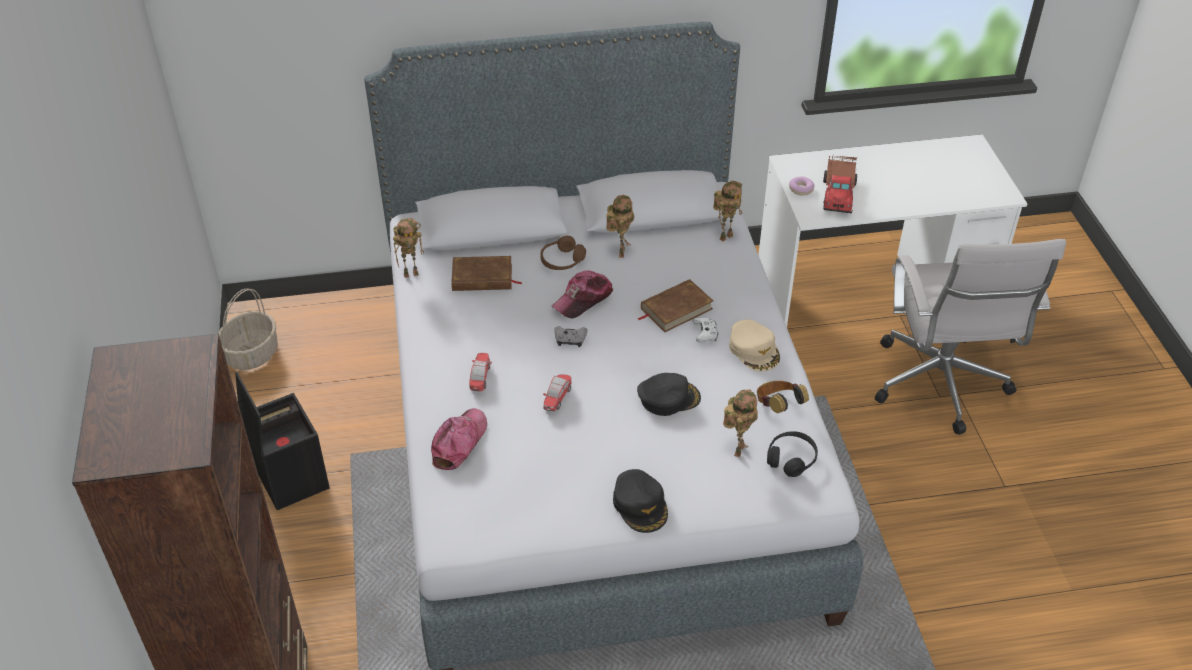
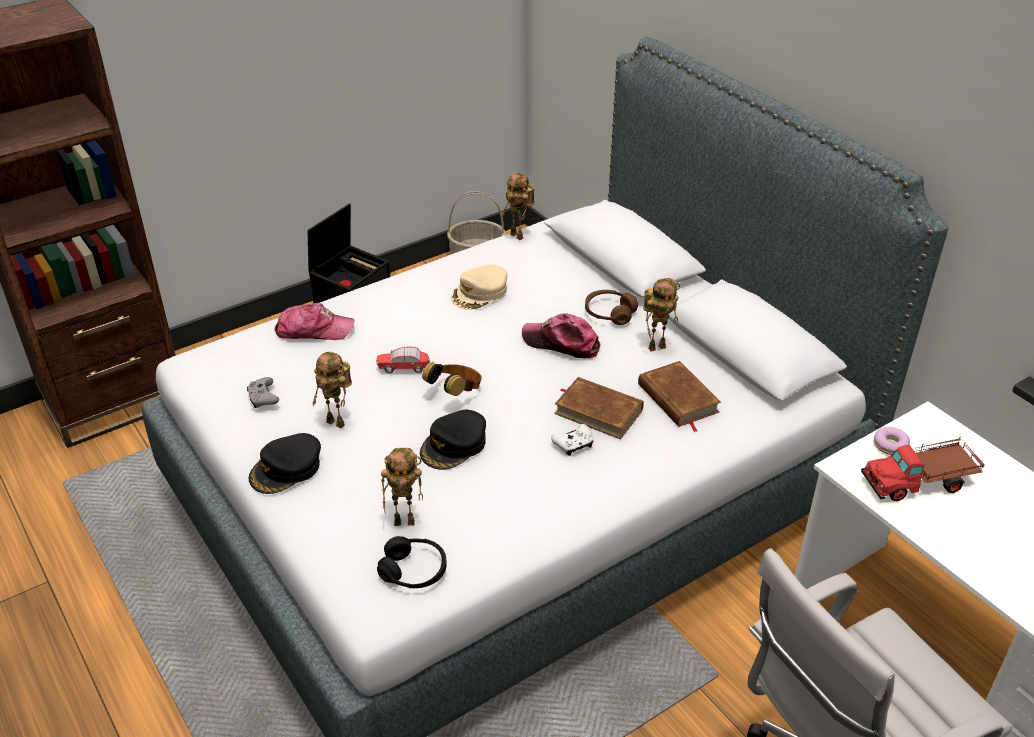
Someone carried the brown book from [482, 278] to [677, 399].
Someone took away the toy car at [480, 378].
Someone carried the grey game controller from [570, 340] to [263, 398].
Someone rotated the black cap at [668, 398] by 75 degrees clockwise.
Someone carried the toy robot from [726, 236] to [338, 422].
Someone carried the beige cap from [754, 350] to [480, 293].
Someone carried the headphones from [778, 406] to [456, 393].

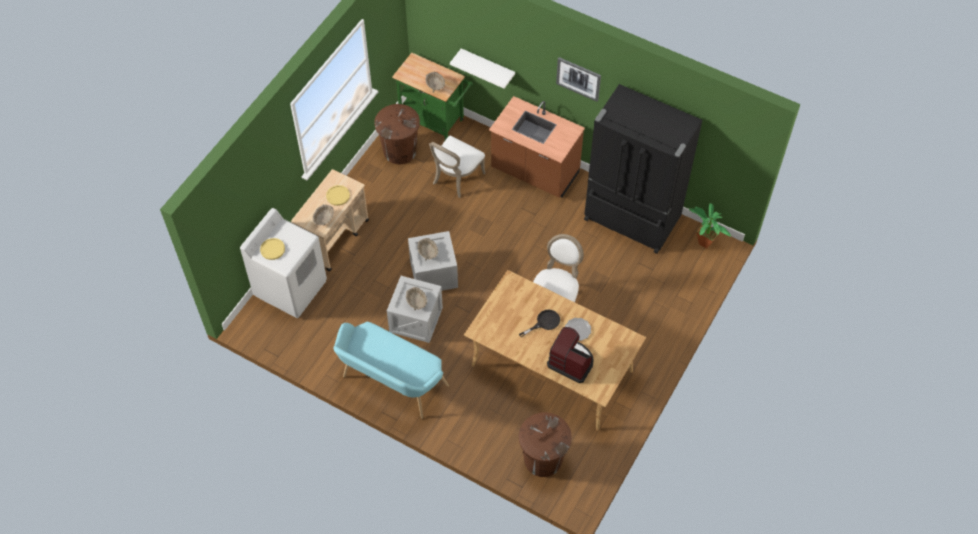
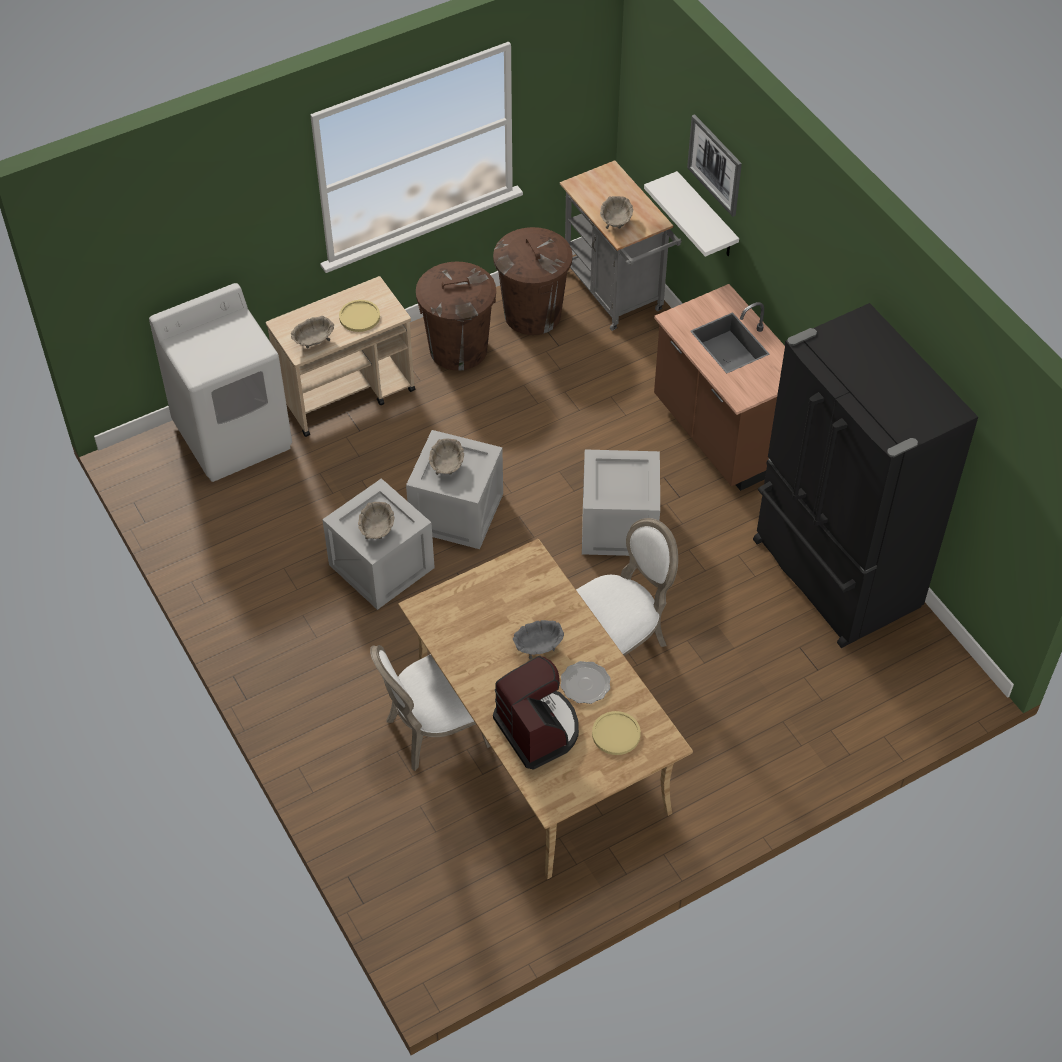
Someone carried the yellow plate from [272, 249] to [616, 734].
Someone took away the turquoise bench at [391, 384].
Someone repainted the green cart at [435, 121], which became the grey cart at [616, 295].
Someone carried the white chair from [456, 178] to [432, 731].
Someone swapped the black frying pan at [544, 322] for the grey bowl at [538, 646].
Someone carried the brown trash can from [542, 459] to [458, 349].
Someone carried the picture from [578, 78] to [715, 165].
Someone took away the potted plant at [703, 241].
Someone put down the crate at [619, 525].

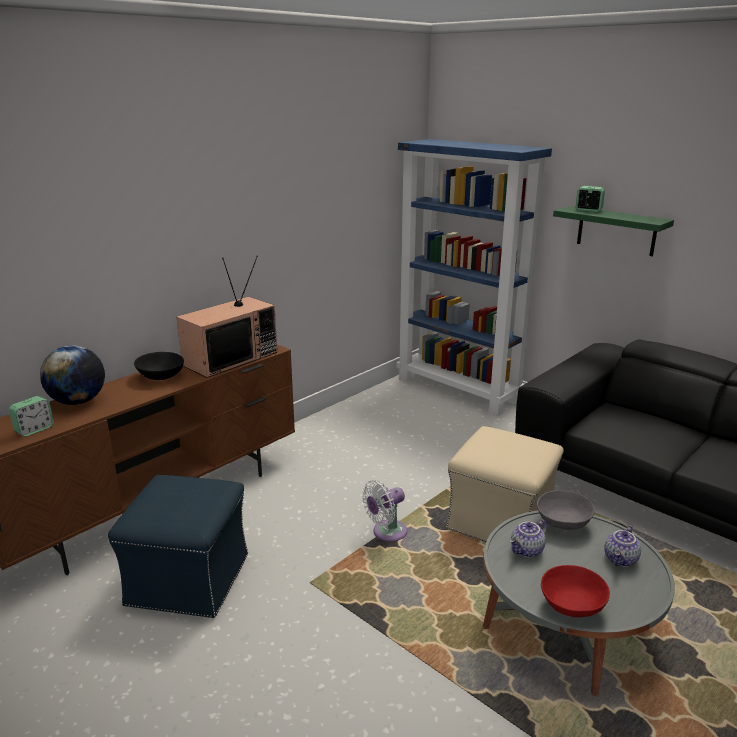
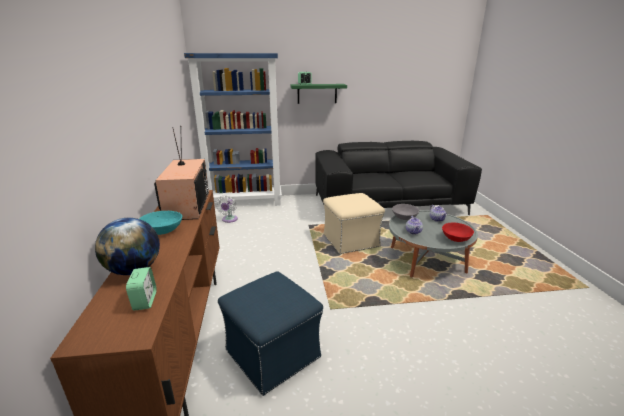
Someone repainted the black bowl at [160, 376], which became the turquoise bowl at [162, 231].
Someone carried the white fan from [386, 533] to [229, 220].

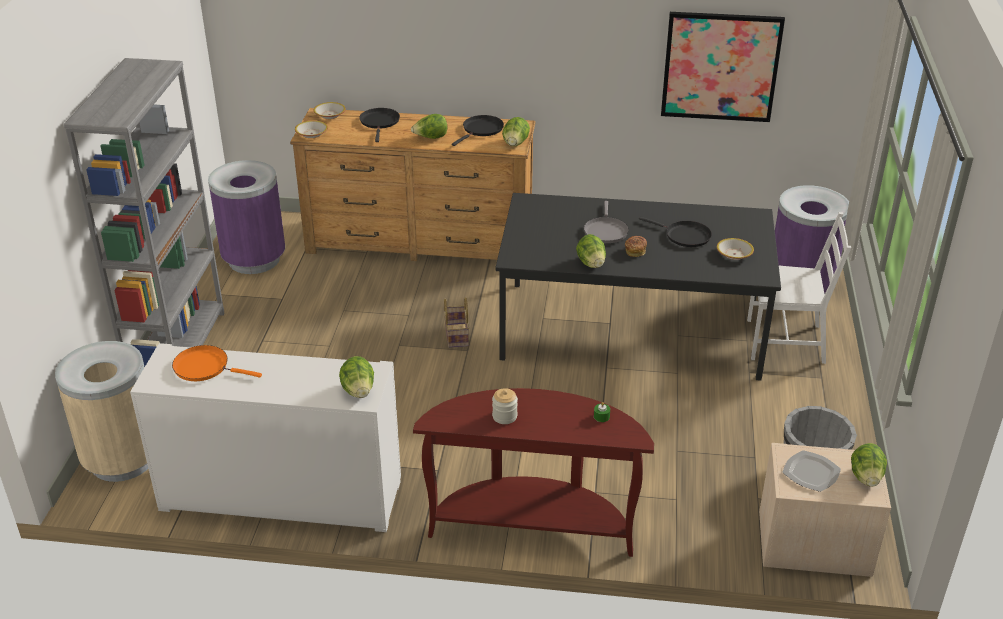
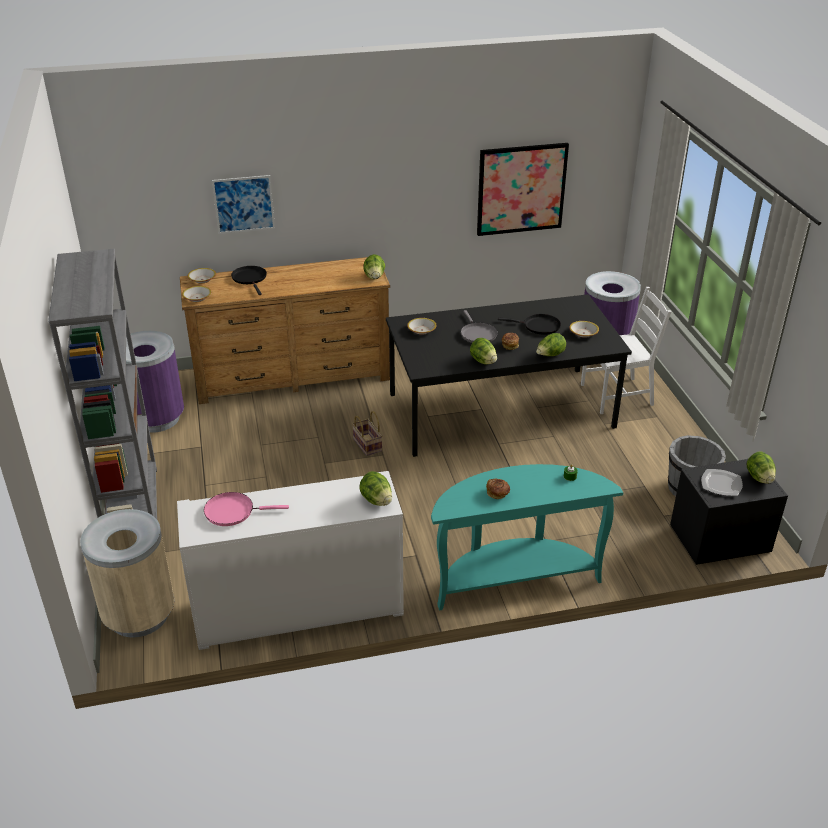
Someone repainted the orange frying pan at [205, 367], which became the pink frying pan at [233, 511].
Someone carried the lettuce from [430, 138] to [550, 355].
Someone repainted the brown console table at [533, 524], which became the turquoise console table at [514, 578].
Someone took away the black frying pan at [481, 130].
Someone swapped the jar at [504, 416] for the bread at [497, 494].
Someone repainted the beige nightstand at [813, 542], which became the black nightstand at [719, 538].
Someone put up the picture at [244, 204].
Someone put down the bowl at [422, 330].

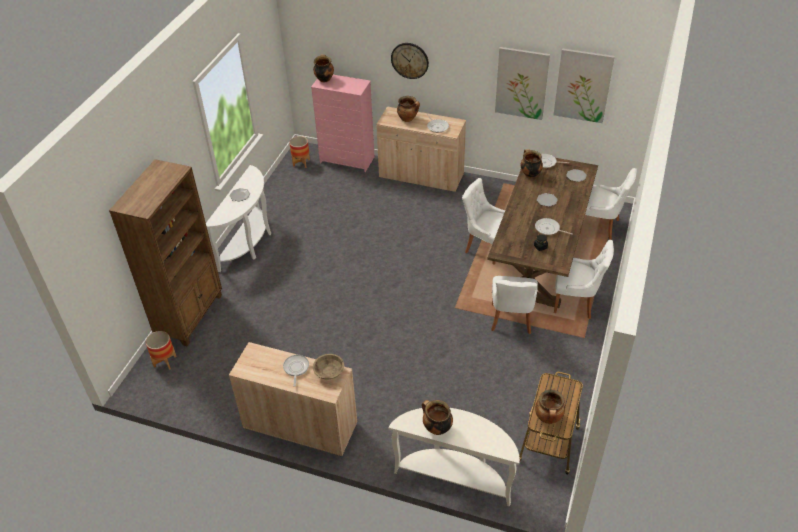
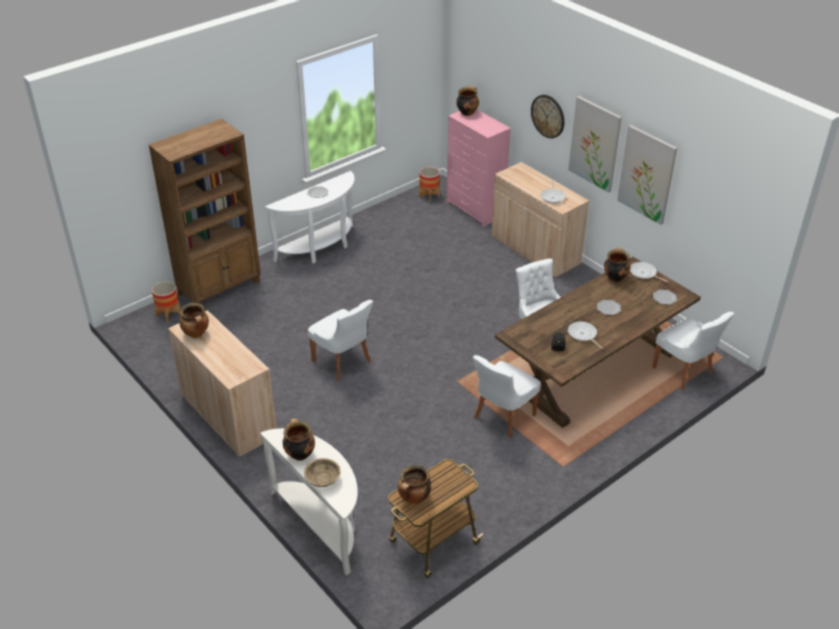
Someone took away the frying pan at [296, 368].
Someone carried the beige bowl from [329, 372] to [323, 479].
Someone carried the cooking pot from [408, 119] to [196, 334].
Someone carried the picture from [583, 85] to [595, 144].
Someone carried the white chair from [576, 302] to [343, 362].

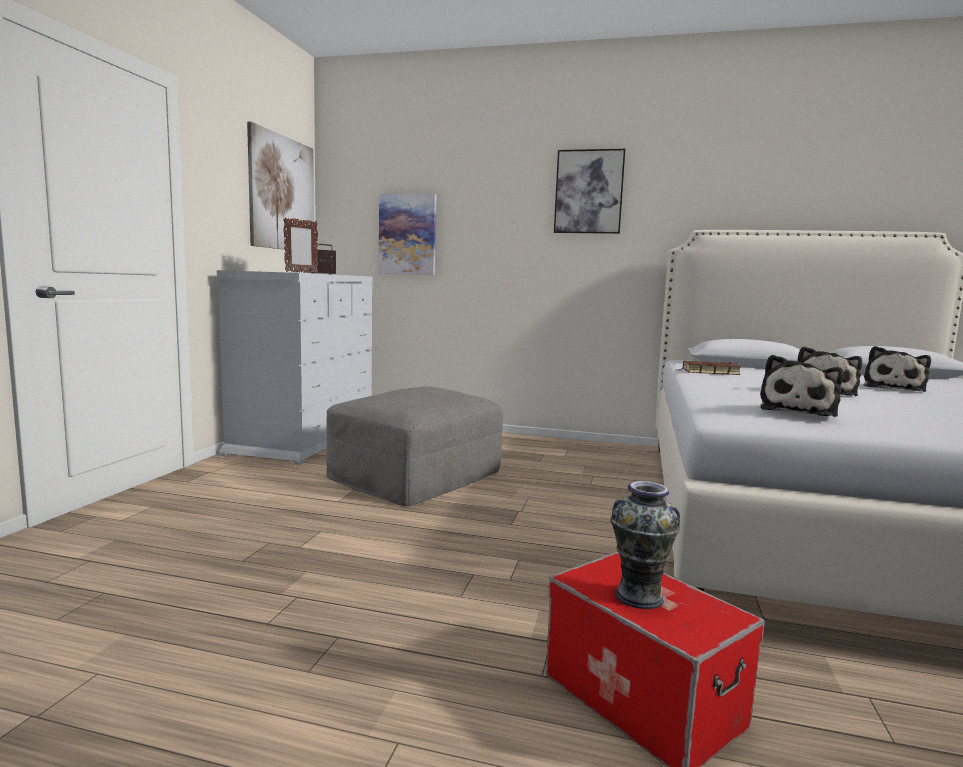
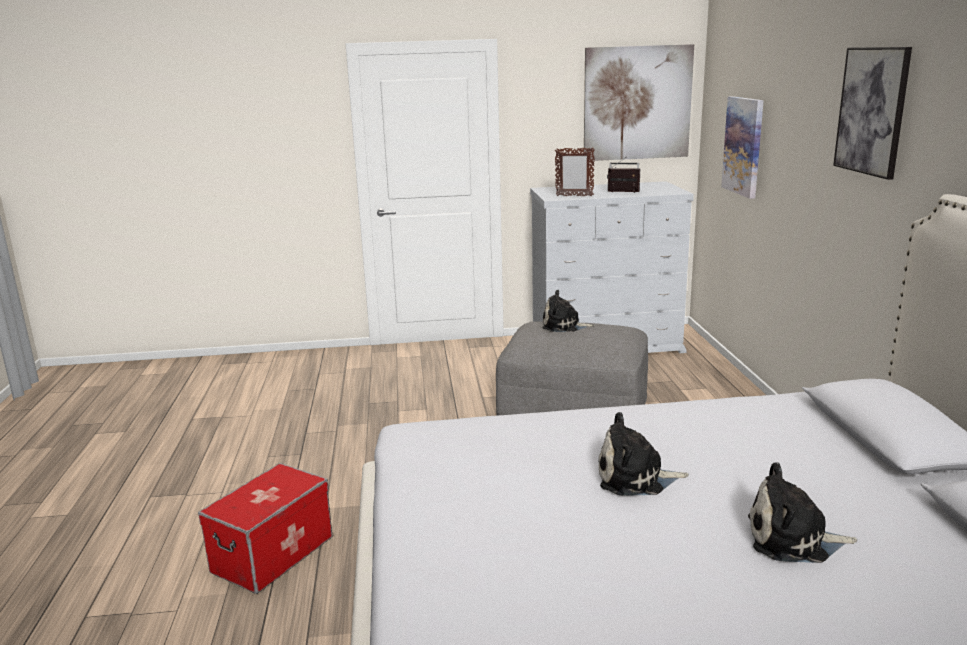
Someone took away the vase at [639, 597].
Someone took away the brown book at [708, 372].
Someone carried the plush toy from [798, 410] to [564, 326].

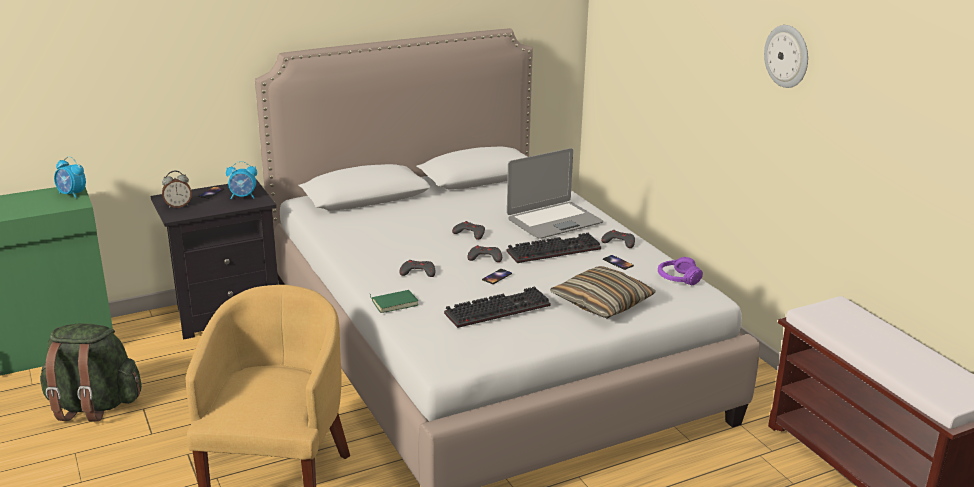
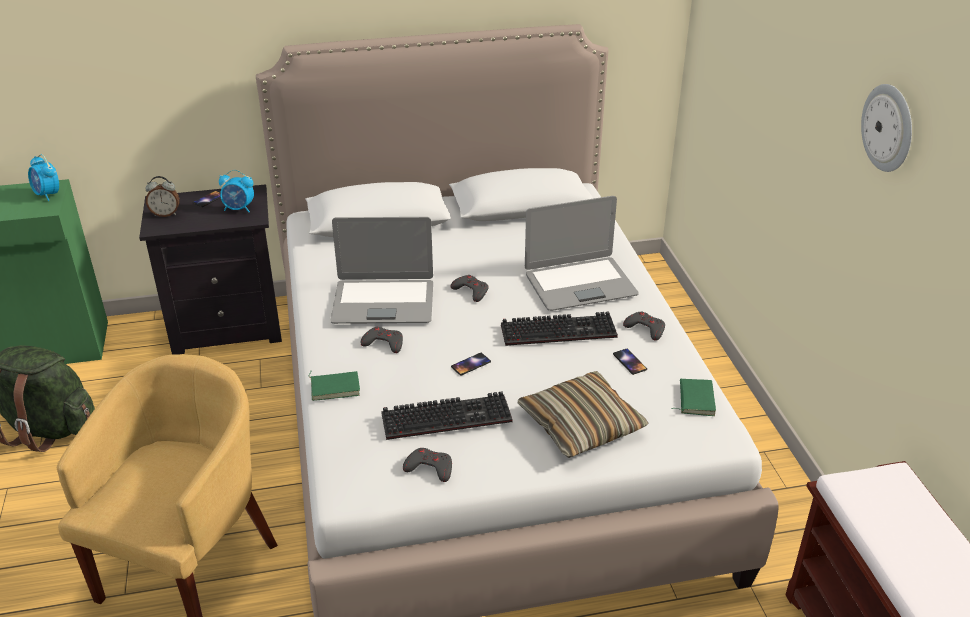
Someone carried the grey game controller from [485, 257] to [429, 468].
Someone swapped the purple headphones at [677, 278] for the green book at [694, 399].
Someone put down the laptop at [383, 302].

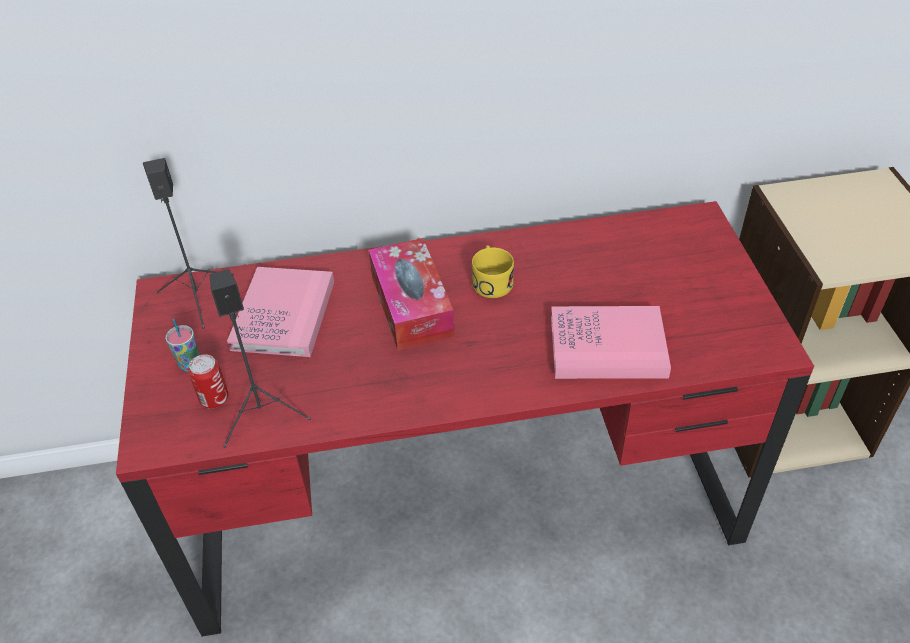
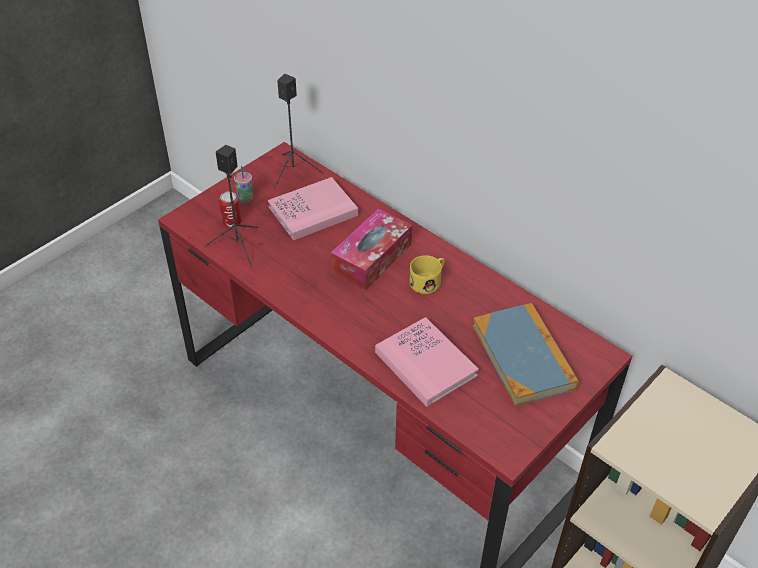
Someone put down the book at [523, 357].

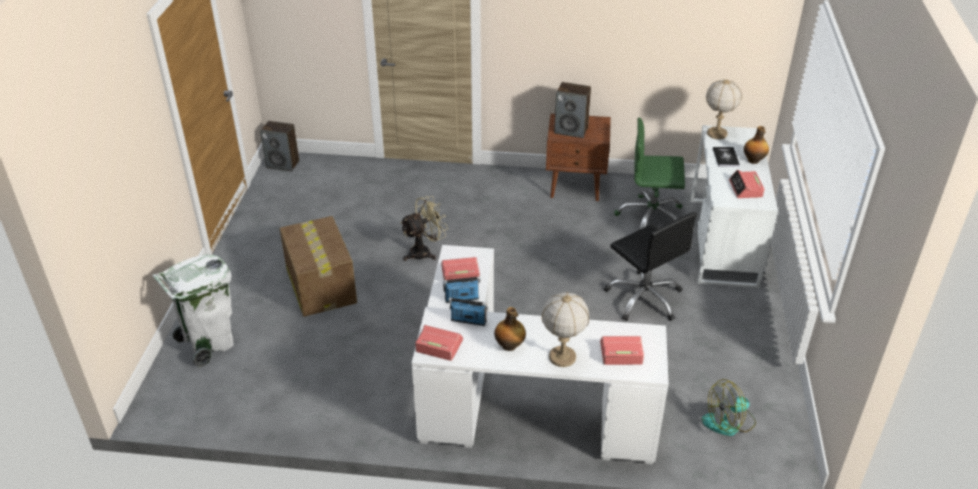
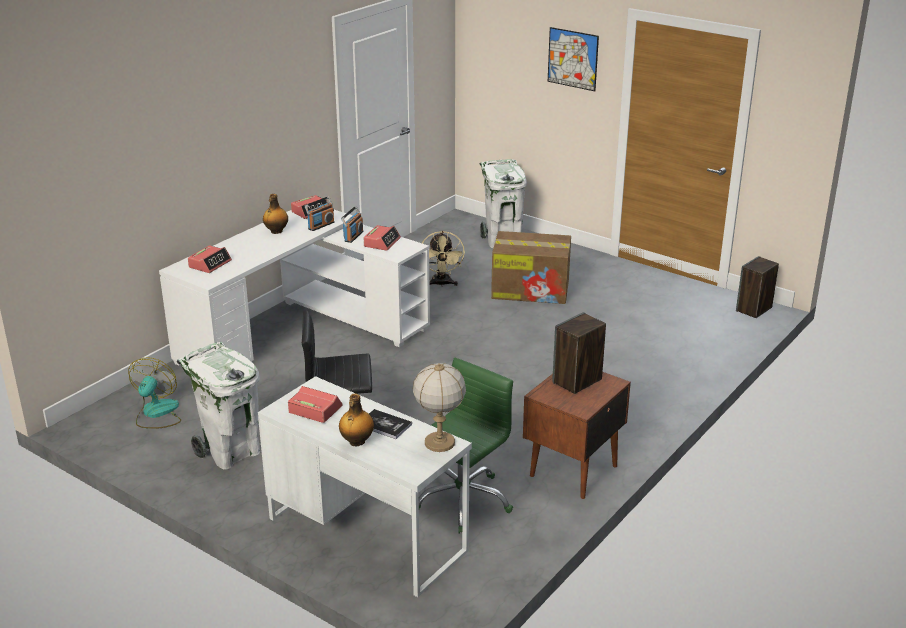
Someone carried the beige fan from [424, 252] to [441, 284].
Someone took away the table lamp at [563, 357].
Someone put down the white trash can at [231, 452].
Someone put up the picture at [572, 59].

